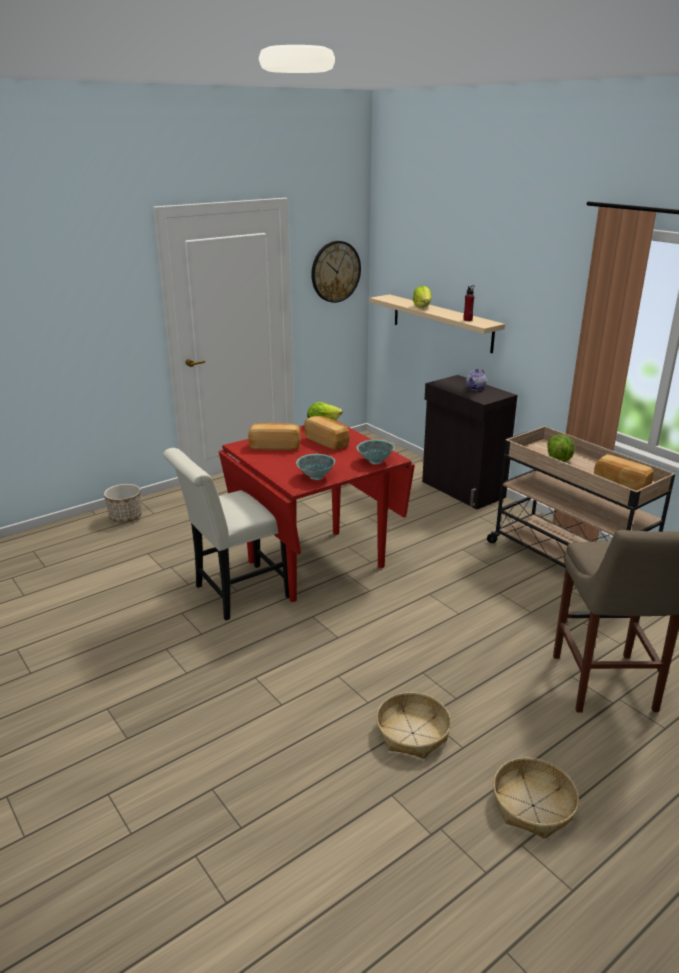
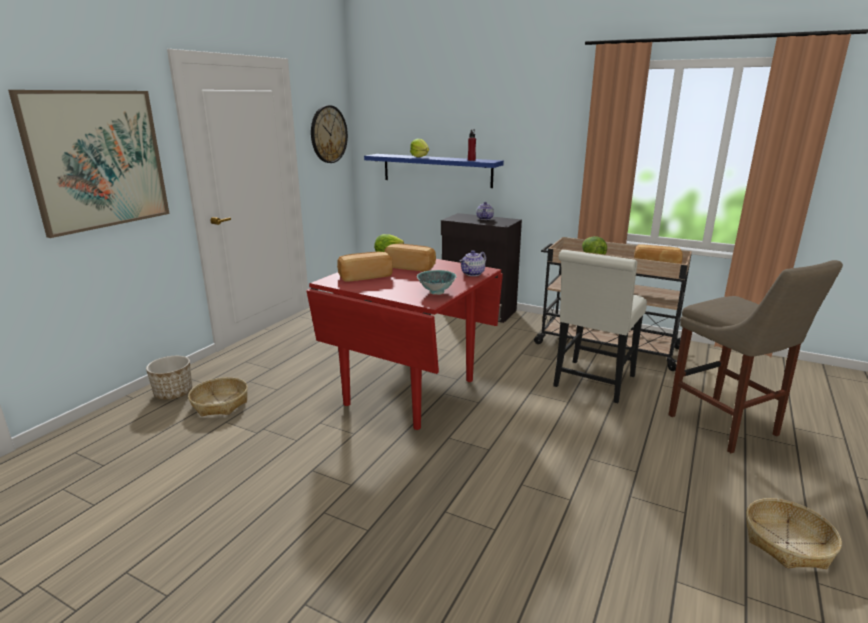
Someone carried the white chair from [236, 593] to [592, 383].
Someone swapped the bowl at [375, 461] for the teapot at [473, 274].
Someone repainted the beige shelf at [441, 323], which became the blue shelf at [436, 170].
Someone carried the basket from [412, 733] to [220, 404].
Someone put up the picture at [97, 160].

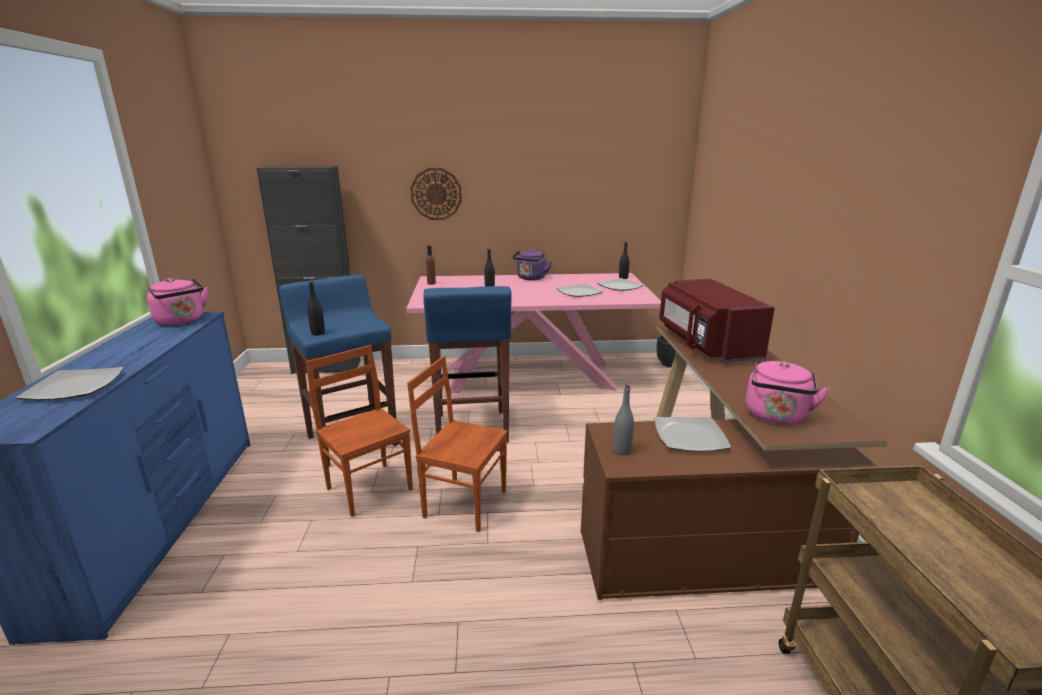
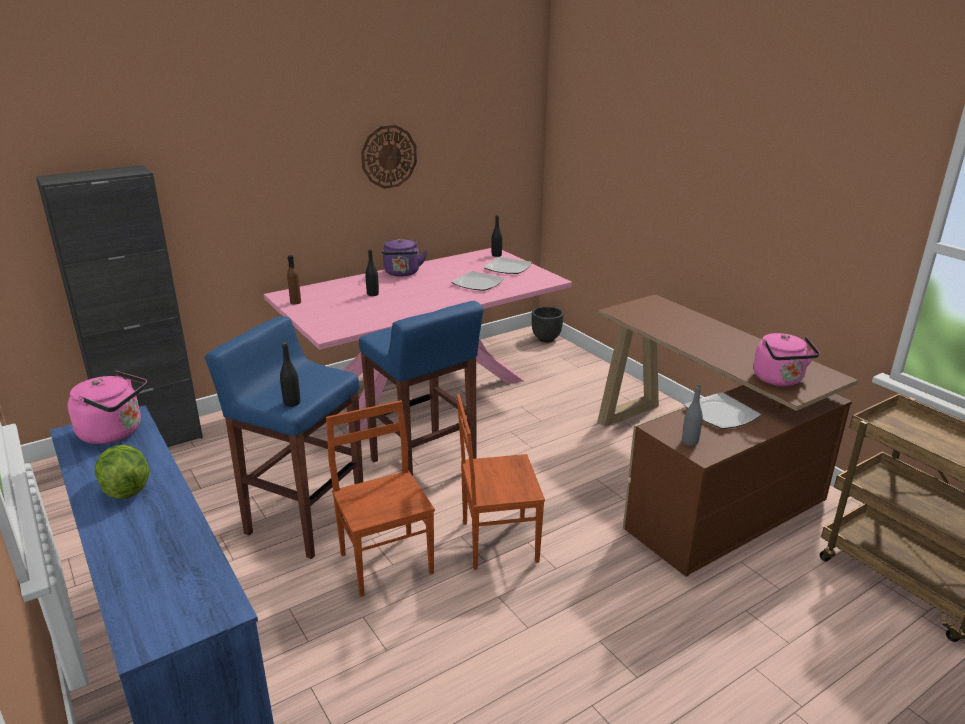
Someone took away the plate at [74, 387].
Someone rotated the brown chair at [370, 488] by 45 degrees clockwise.
Someone carried the wall clock from [436, 194] to [389, 156].
Someone took away the red microwave at [706, 344].
Someone put down the lettuce at [126, 488].

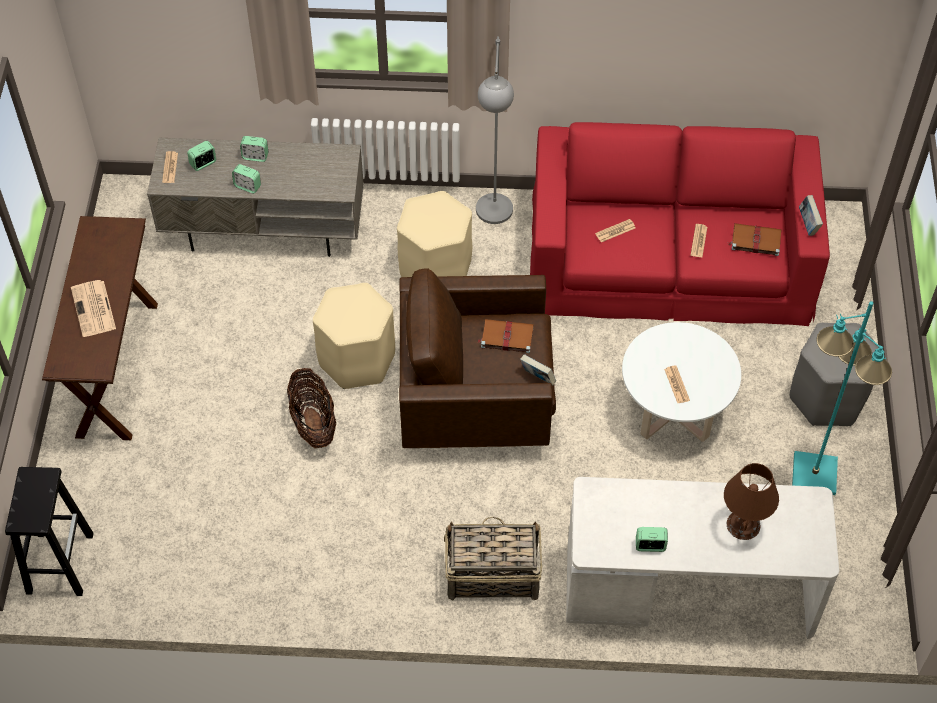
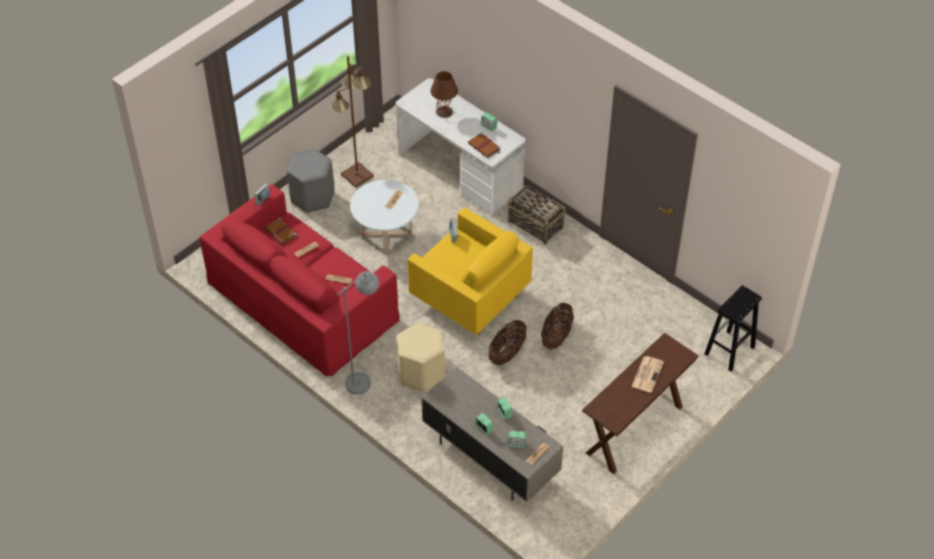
Someone swapped the beige stool at [356, 359] for the basket at [507, 353].
Someone repainted the brown armchair at [475, 400], which became the yellow armchair at [469, 297].
Someone carried the brown book from [506, 337] to [484, 146].
Someone repainted the turquoise floor lamp at [813, 473], which became the brown floor lamp at [357, 175].

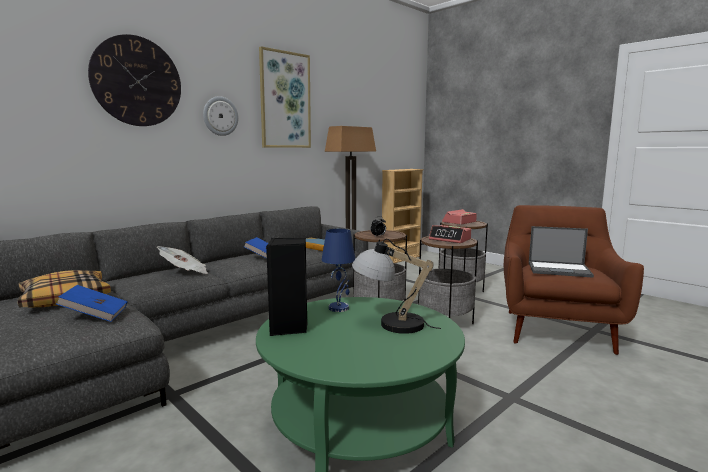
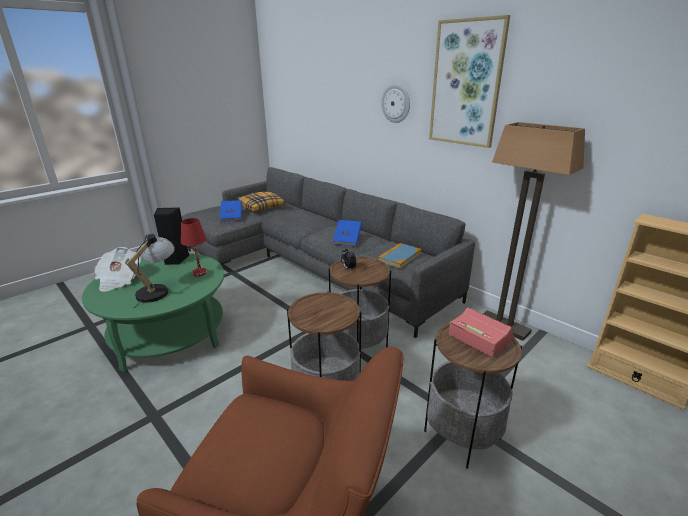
Someone took away the wall clock at [137, 81].
Someone carried the newspaper from [185, 272] to [119, 280].
Someone repainted the blue table lamp at [339, 308], which became the red table lamp at [200, 273].
Someone took away the alarm clock at [450, 239].
Someone took away the laptop at [559, 269].

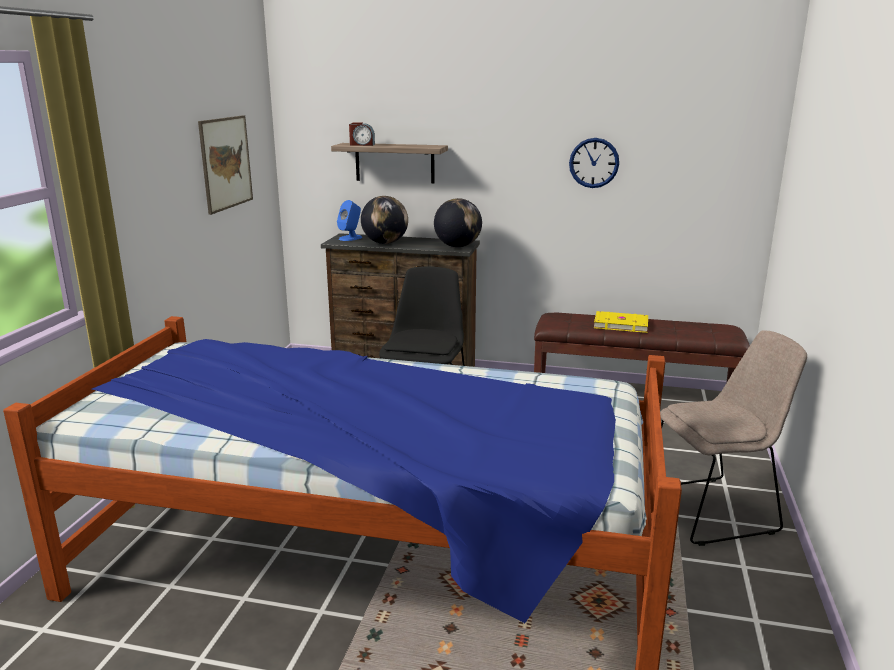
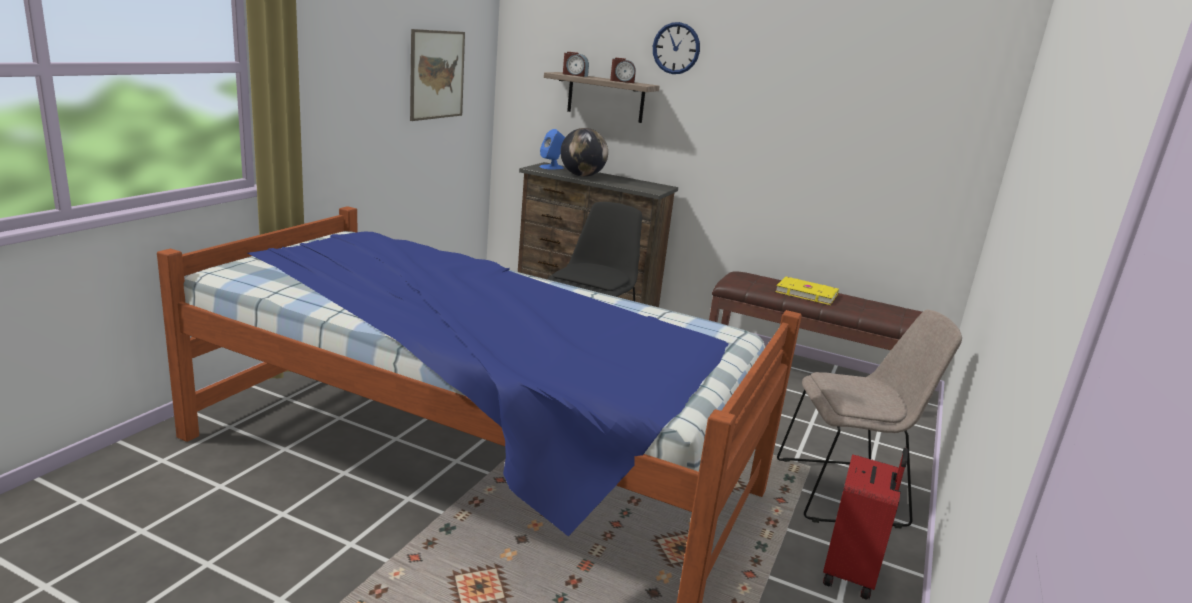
Someone took away the globe at [457, 246].
Someone carried the wall clock from [594, 163] to [676, 48].
Someone put down the alarm clock at [622, 81].
Someone put down the red suitcase at [851, 574].

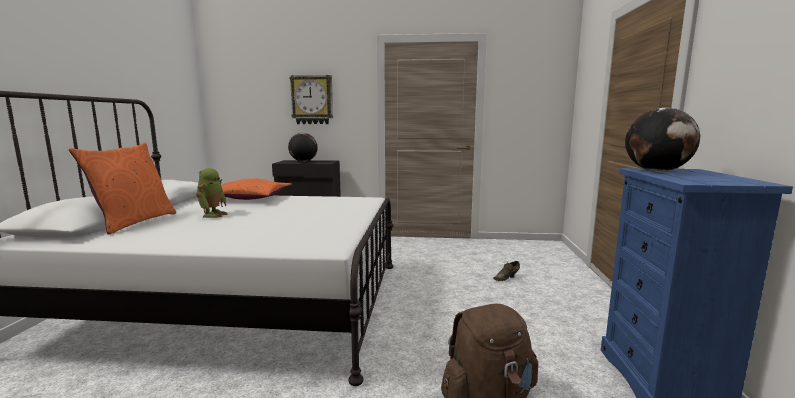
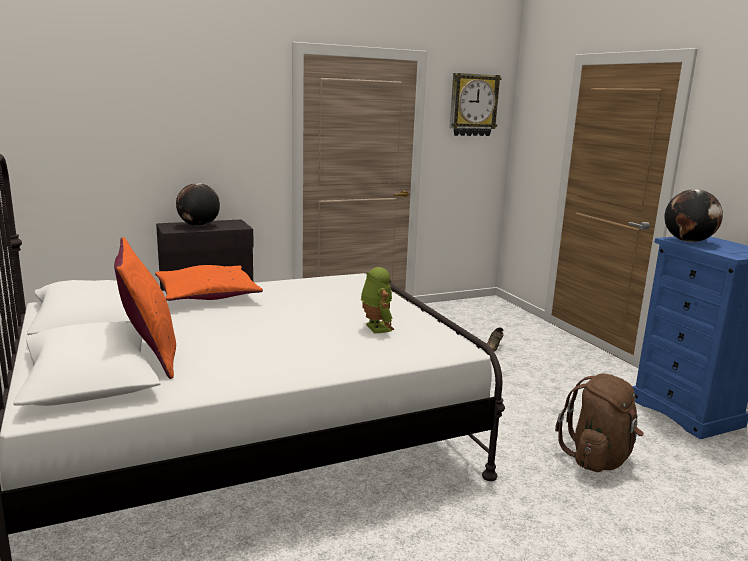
Someone carried the toy robot from [213, 215] to [375, 328].
Someone carried the wall clock from [312, 100] to [473, 105].

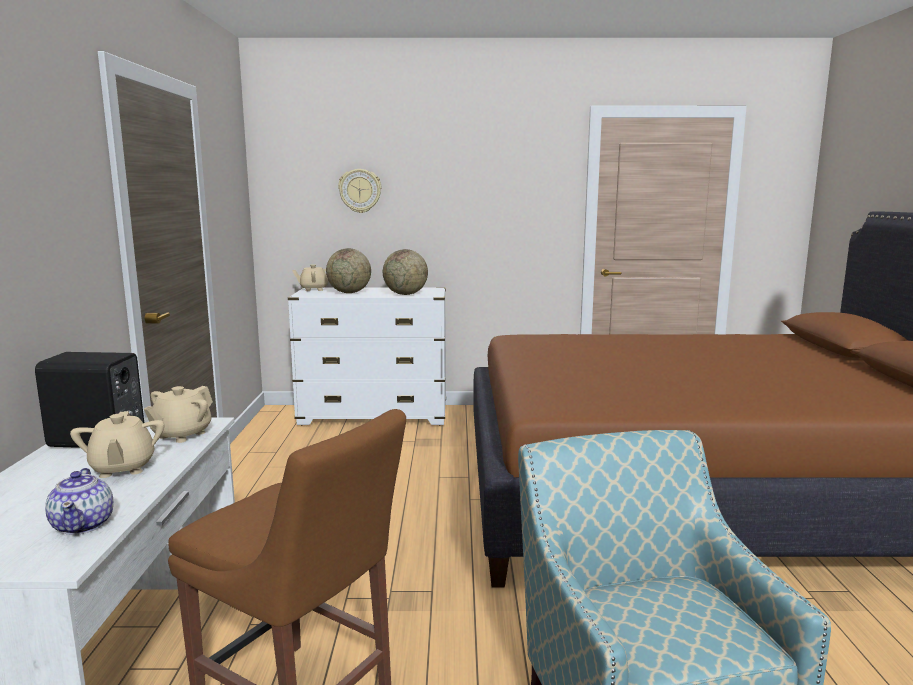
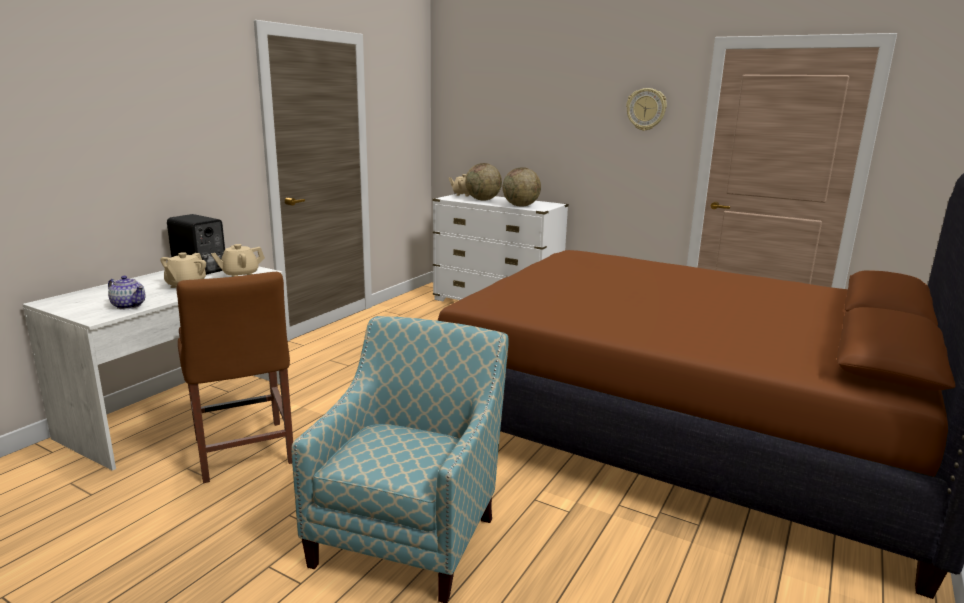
Someone rotated the teapot at [84, 524] by 75 degrees counterclockwise.
Someone carried the wall clock from [360, 191] to [646, 109].

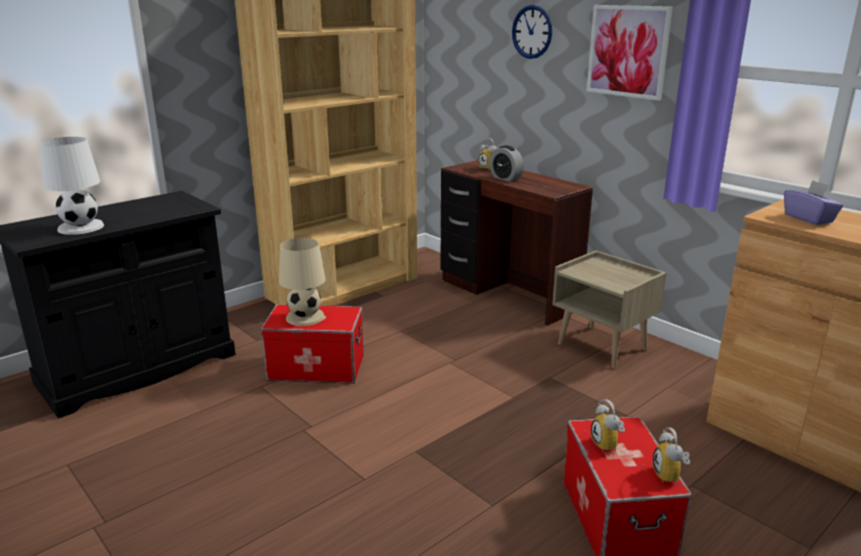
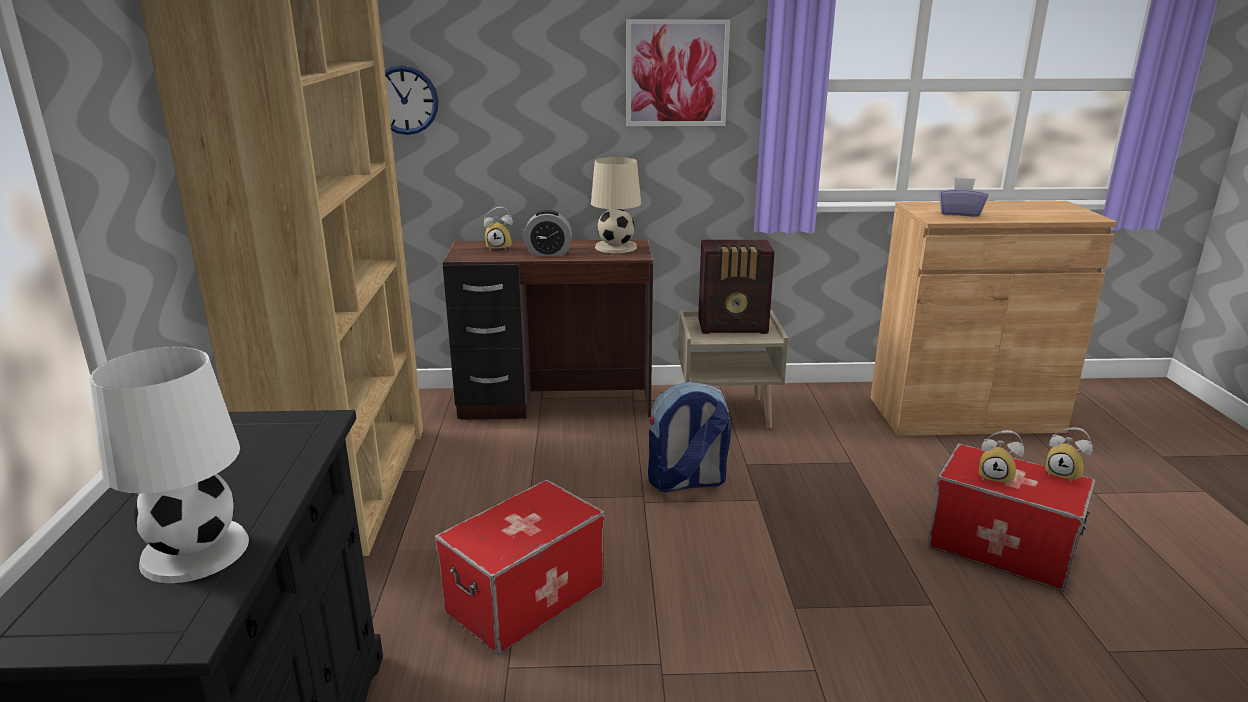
Someone carried the beige table lamp from [305, 317] to [616, 247].
Someone carried the wall clock from [532, 32] to [404, 100].
Someone put down the backpack at [687, 482].
Someone put down the radio at [734, 326].

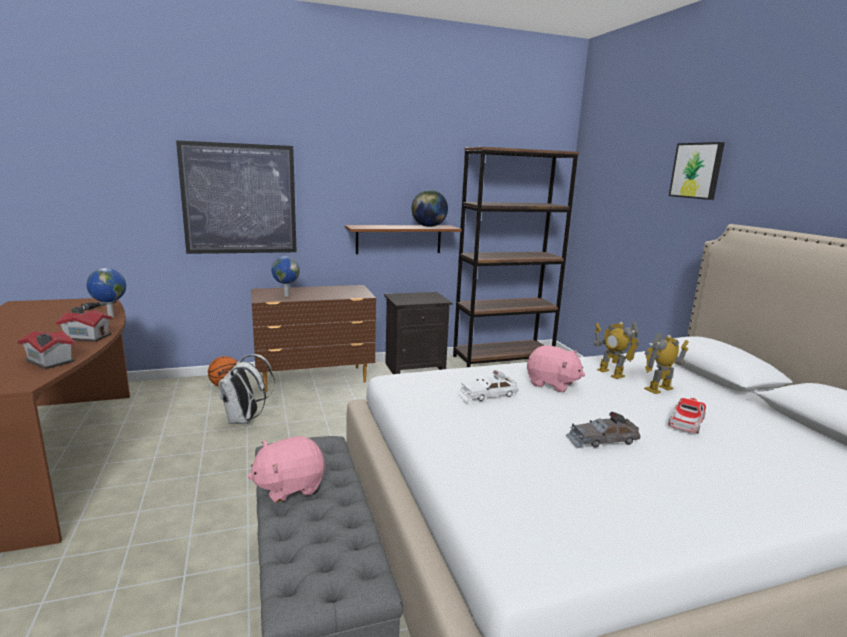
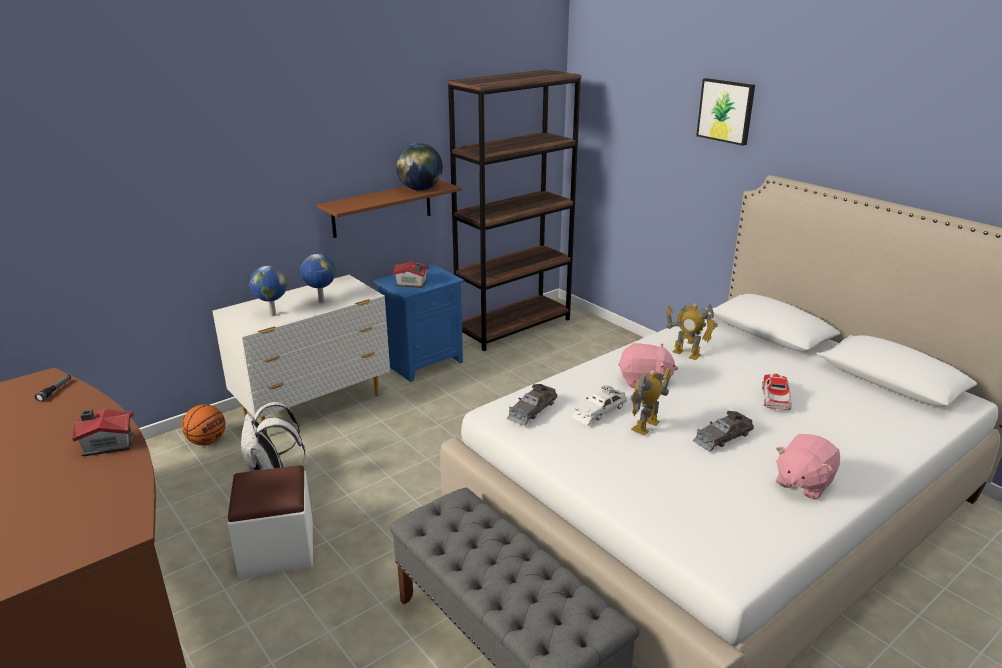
Someone carried the toy house from [49, 361] to [412, 284].
Someone carried the globe from [110, 317] to [321, 301].
Someone took away the picture at [240, 199].
Someone carried the pink plush toy from [289, 486] to [803, 482].
Someone repainted the brown dresser at [315, 379], which became the white dresser at [314, 405].
Someone repainted the black nightstand at [415, 368], which became the blue nightstand at [423, 361].
Someone carried the toy robot from [659, 389] to [646, 426].
Someone put down the white ottoman at [277, 549].
Someone put down the grey toy car at [532, 410].

